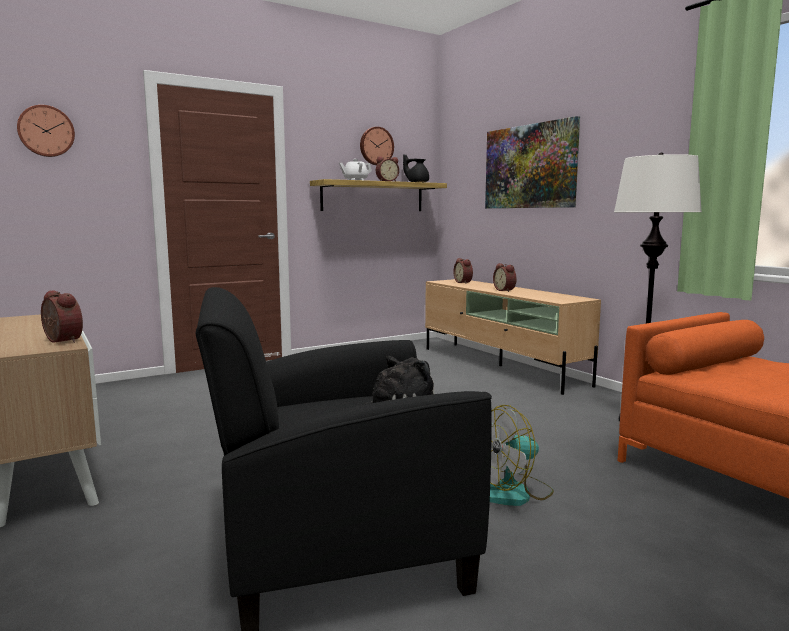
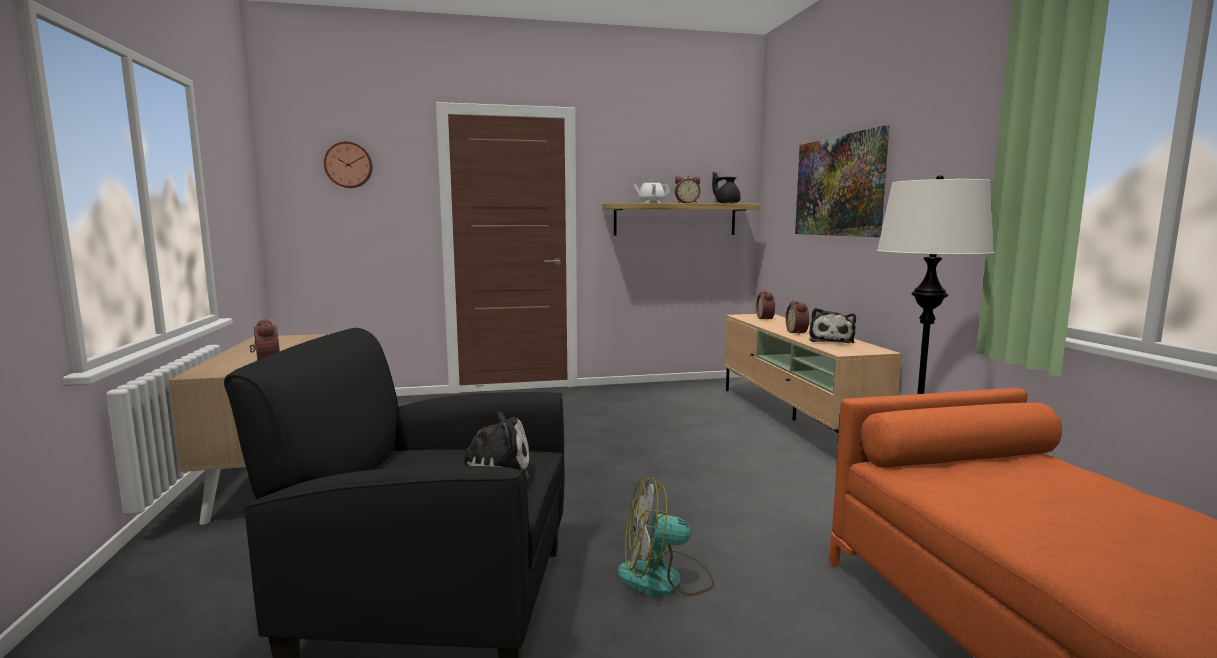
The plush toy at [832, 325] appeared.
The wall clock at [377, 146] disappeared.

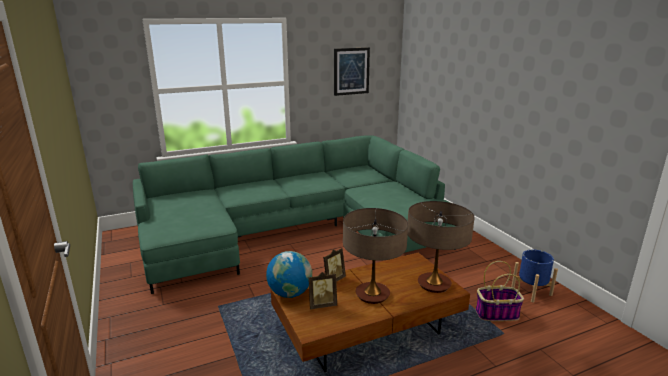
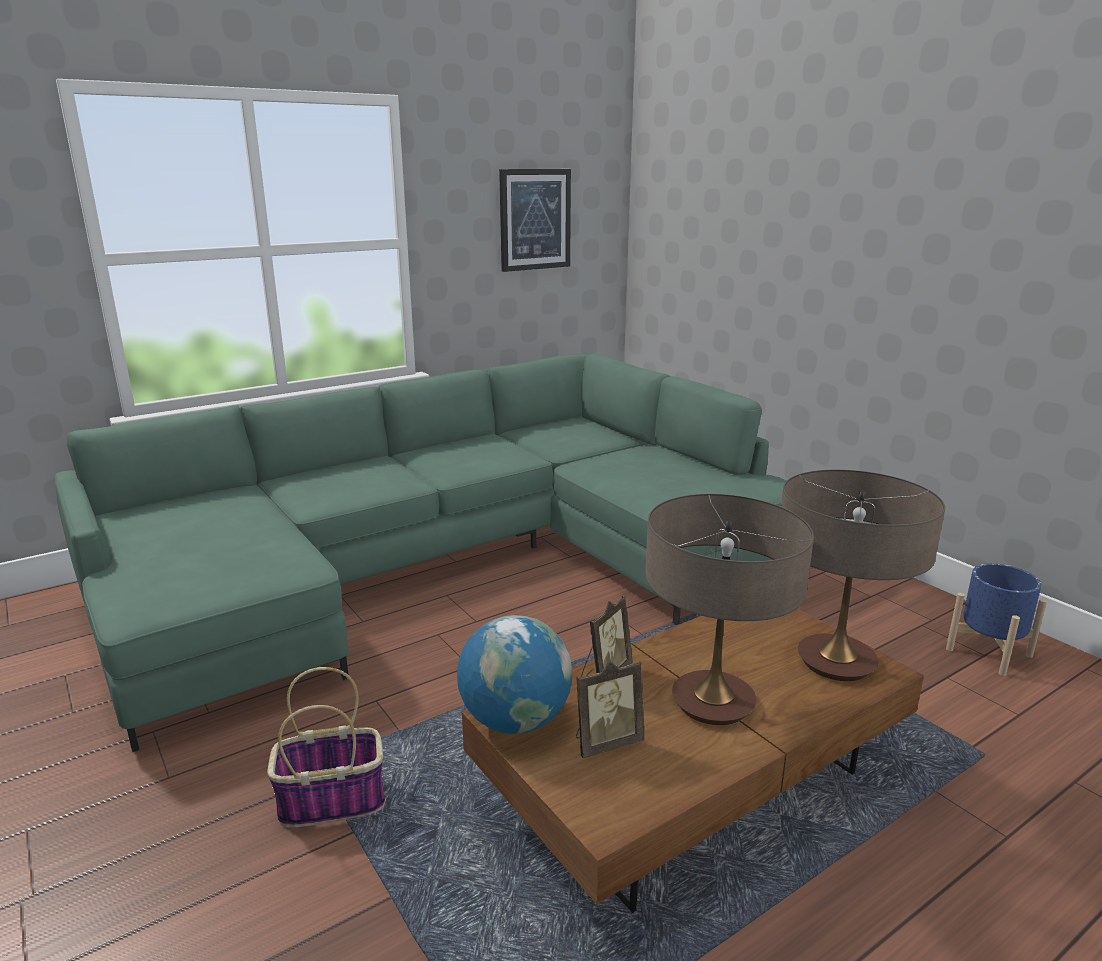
The basket moved from [500, 291] to [326, 747].

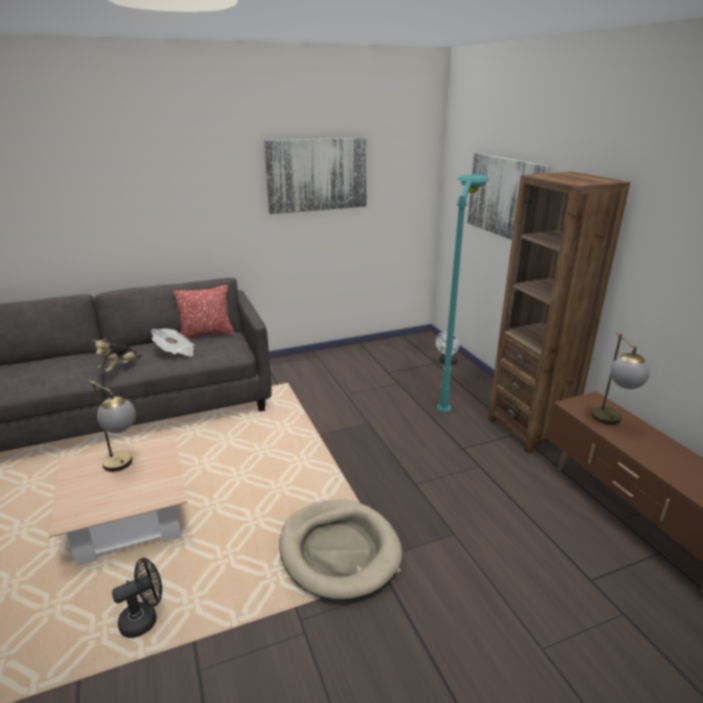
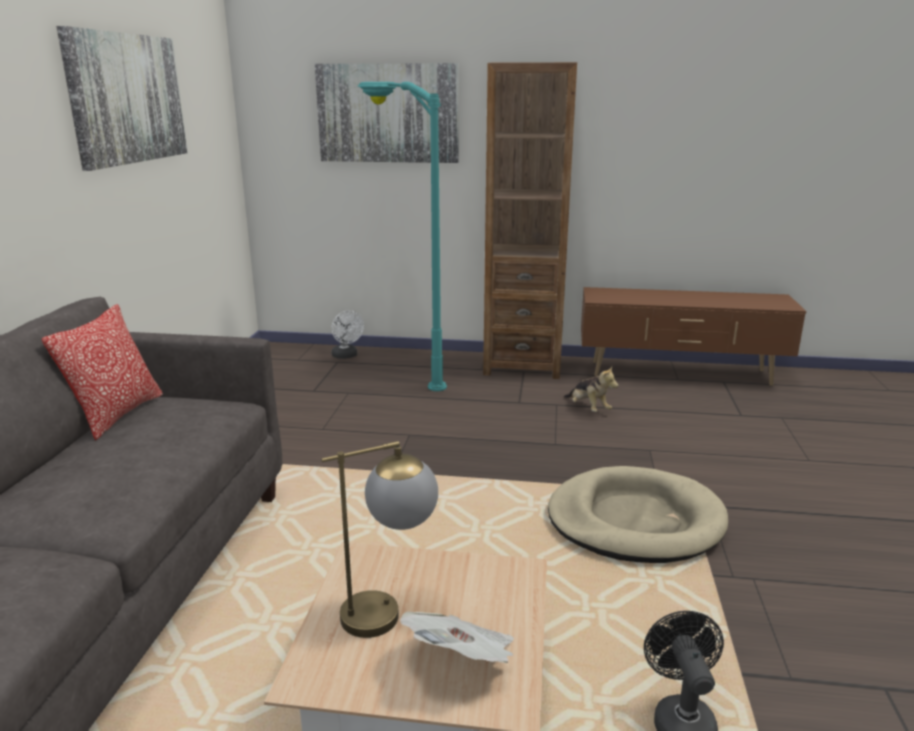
The newspaper moved from [173, 342] to [457, 637].
The plush toy moved from [117, 355] to [591, 389].
The table lamp at [621, 378] disappeared.

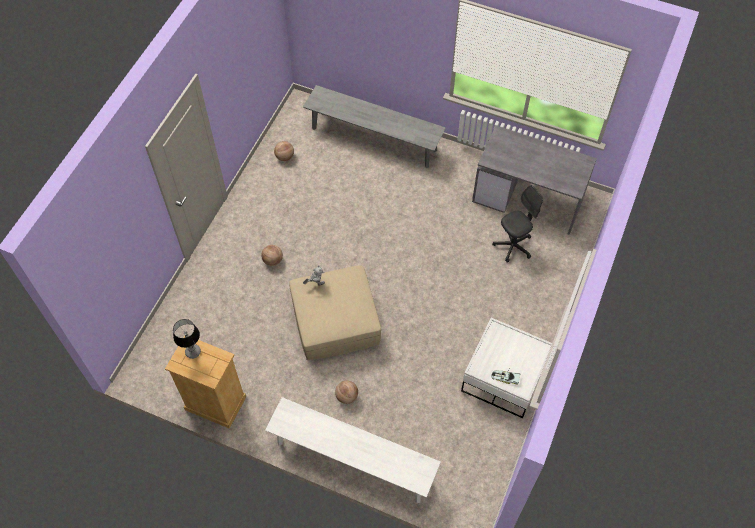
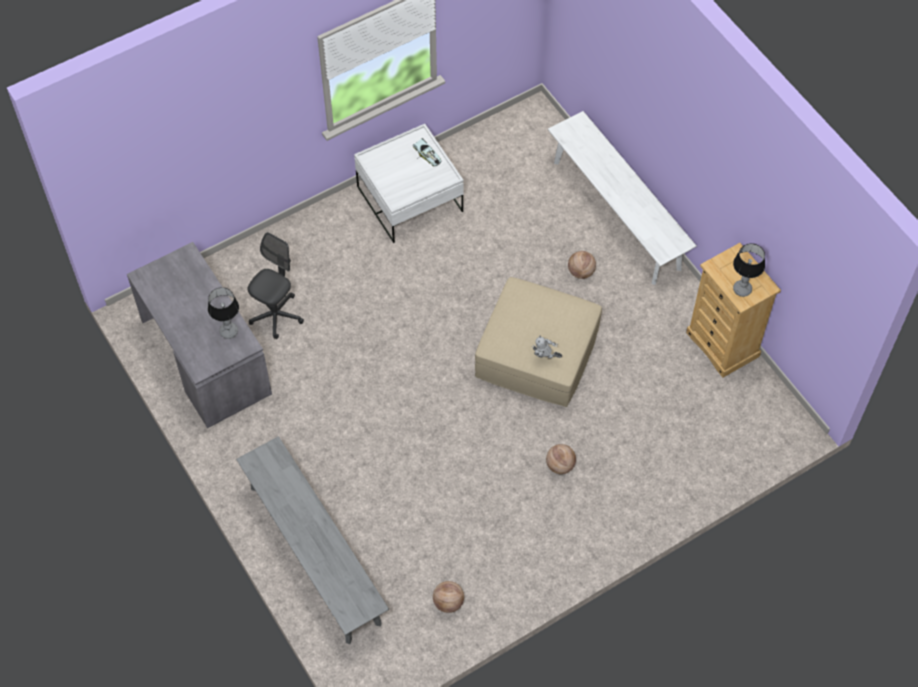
The table lamp at [223, 313] appeared.
The grey office chair at [517, 224] turned 120 degrees clockwise.

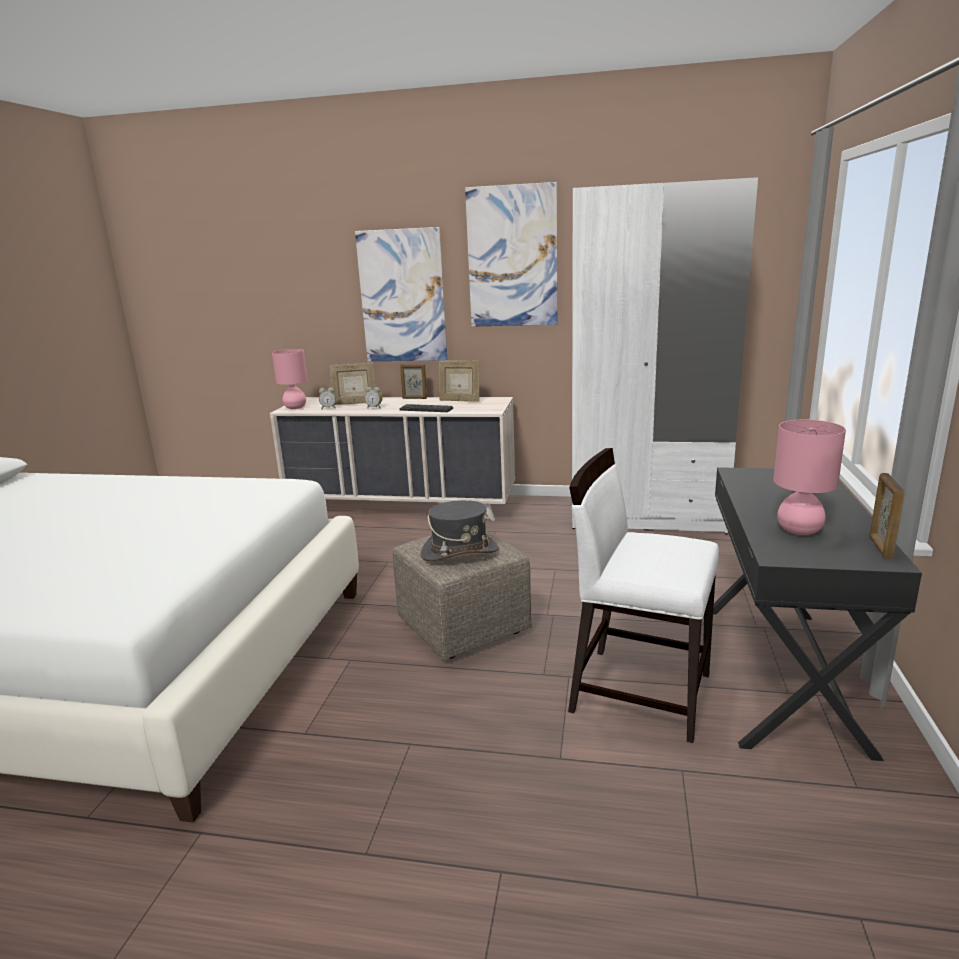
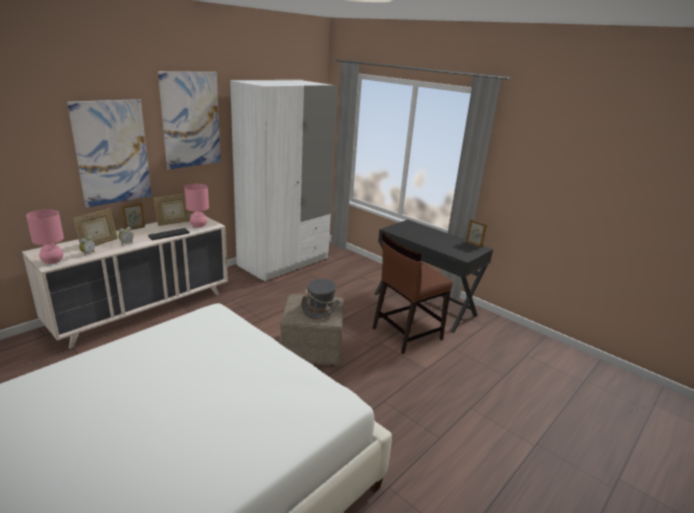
The pink table lamp moved from [809, 477] to [196, 205].
The white chair at [643, 595] became the brown chair at [412, 293].

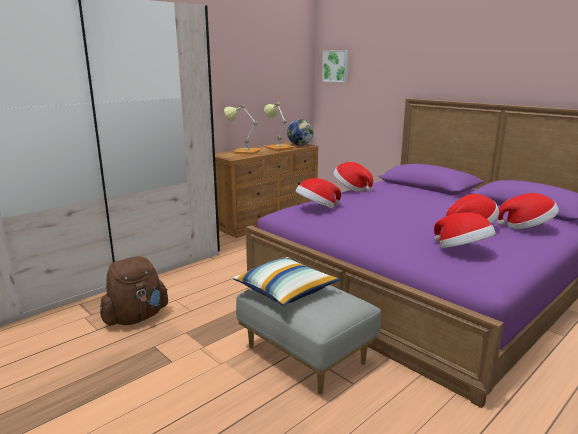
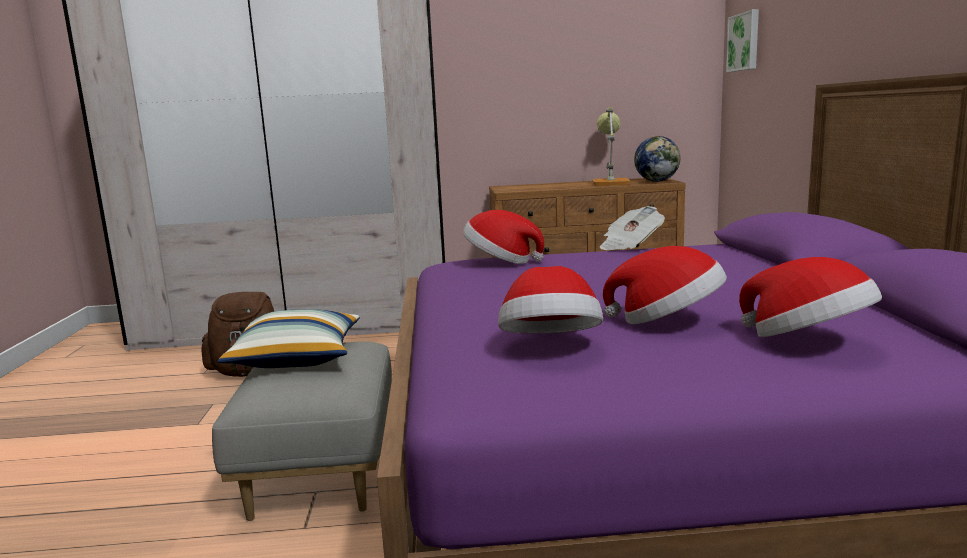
The hat at [353, 177] was replaced by the newspaper at [632, 228].
The table lamp at [242, 129] disappeared.

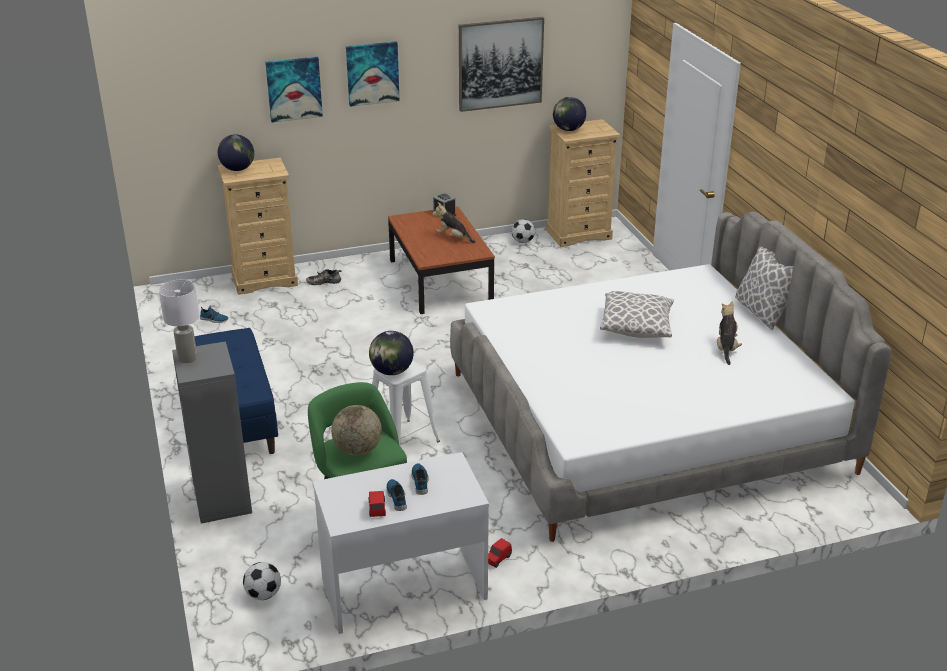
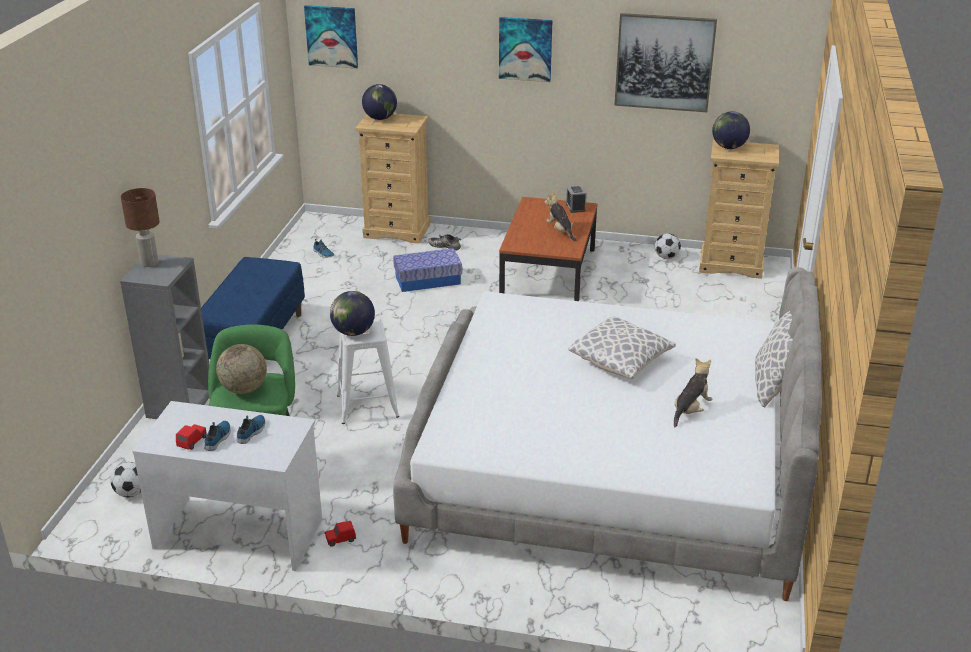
The white table lamp at [179, 321] became the brown table lamp at [140, 227].
The picture moved from [294, 90] to [331, 37].
The storage box at [427, 270] appeared.

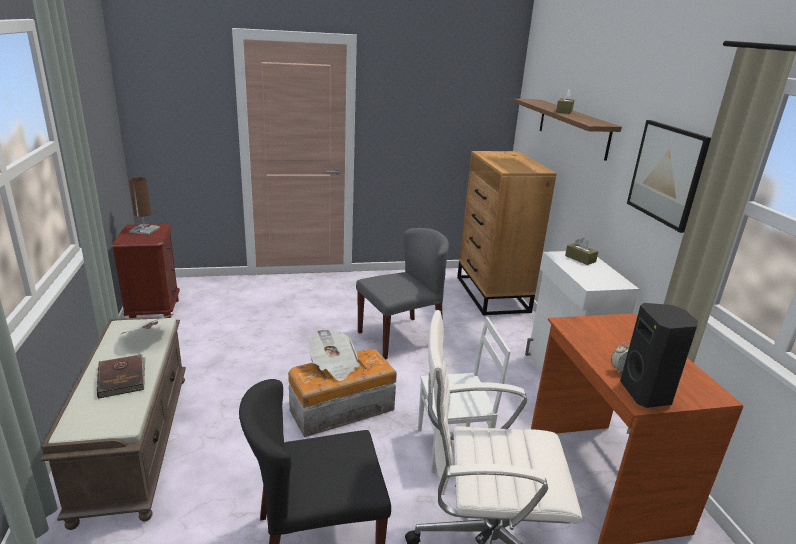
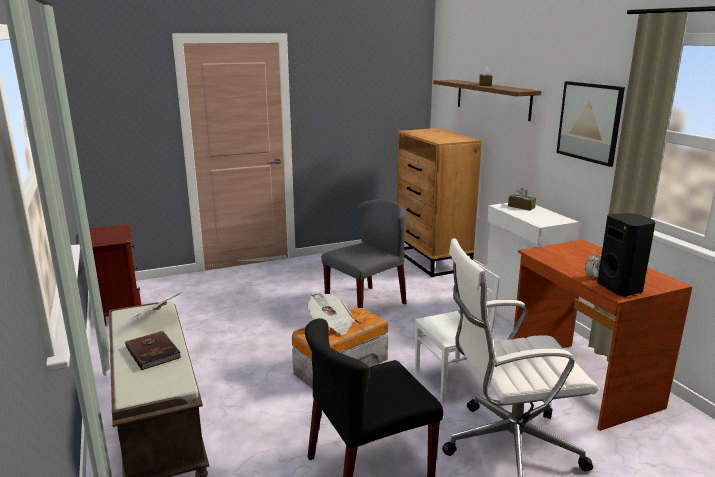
The brown table lamp at [144, 206] disappeared.

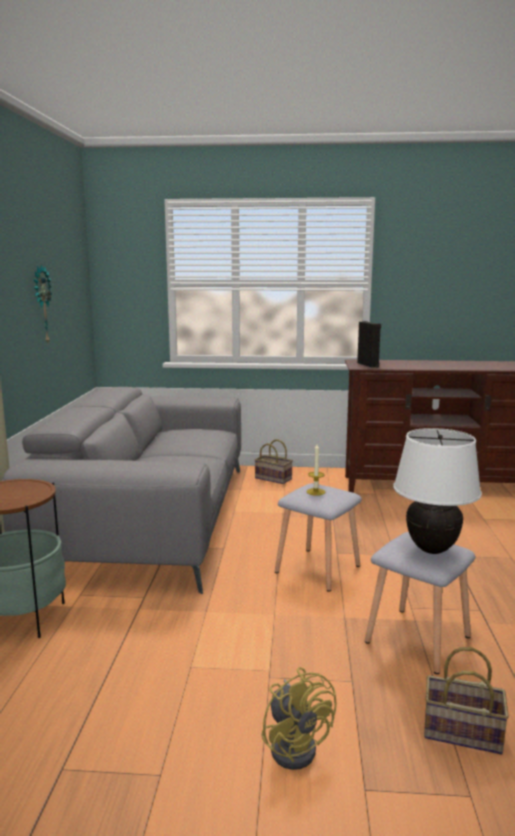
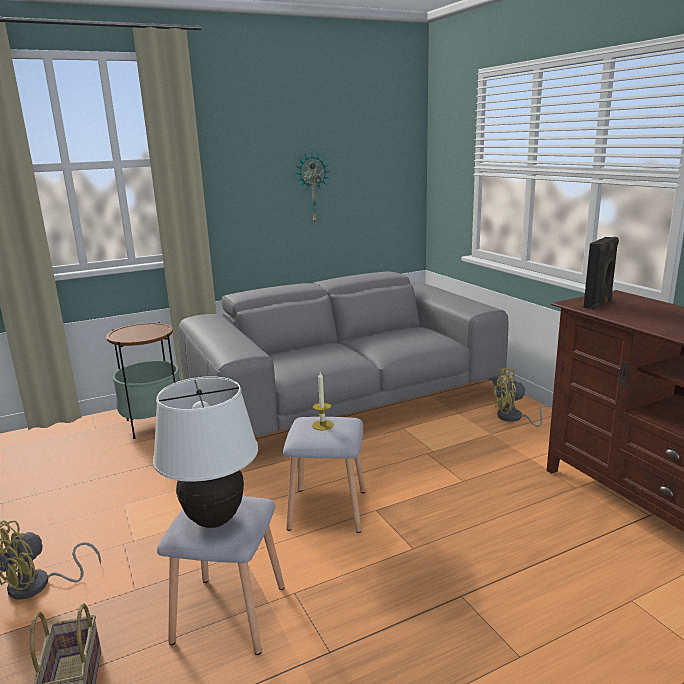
The basket at [273, 461] was replaced by the yellow fan at [522, 397].

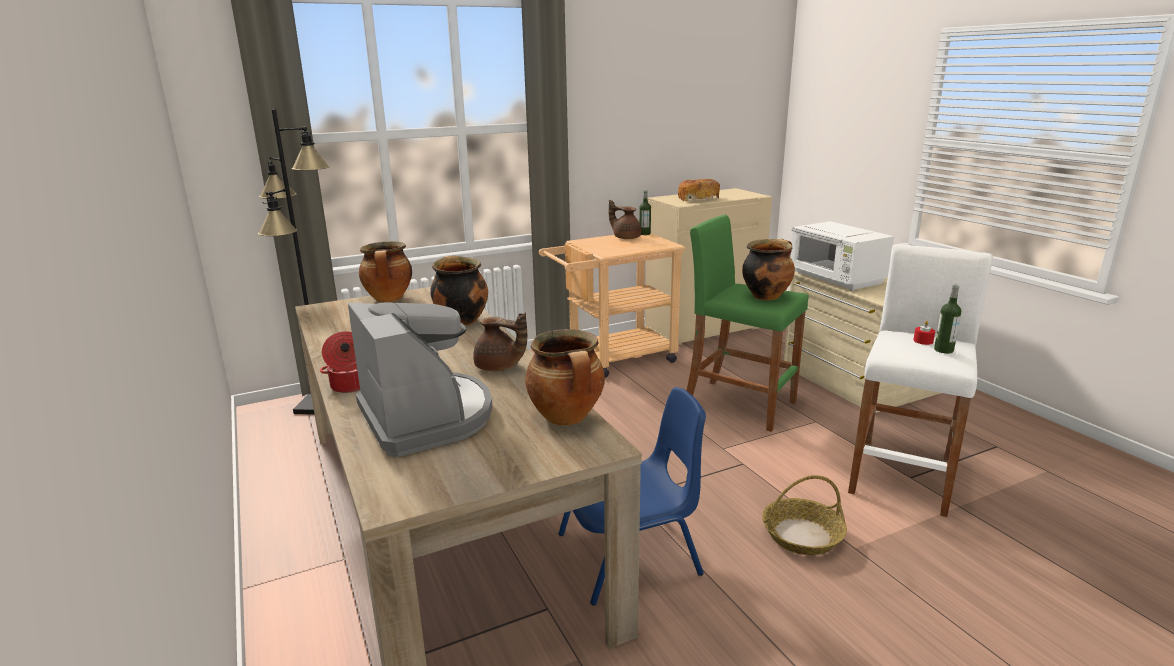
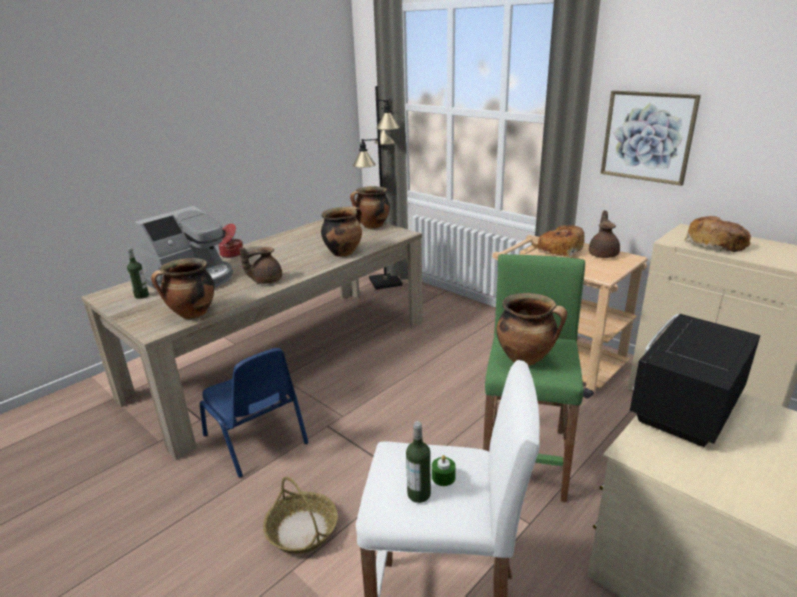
The bottle moved from [645, 212] to [138, 273].
The brown teapot at [500, 342] turned 60 degrees clockwise.
The red candle at [924, 333] became the green candle at [444, 470].
The bread at [558, 241] appeared.
The picture at [651, 138] appeared.
The white microwave at [842, 256] became the black microwave at [695, 380].

